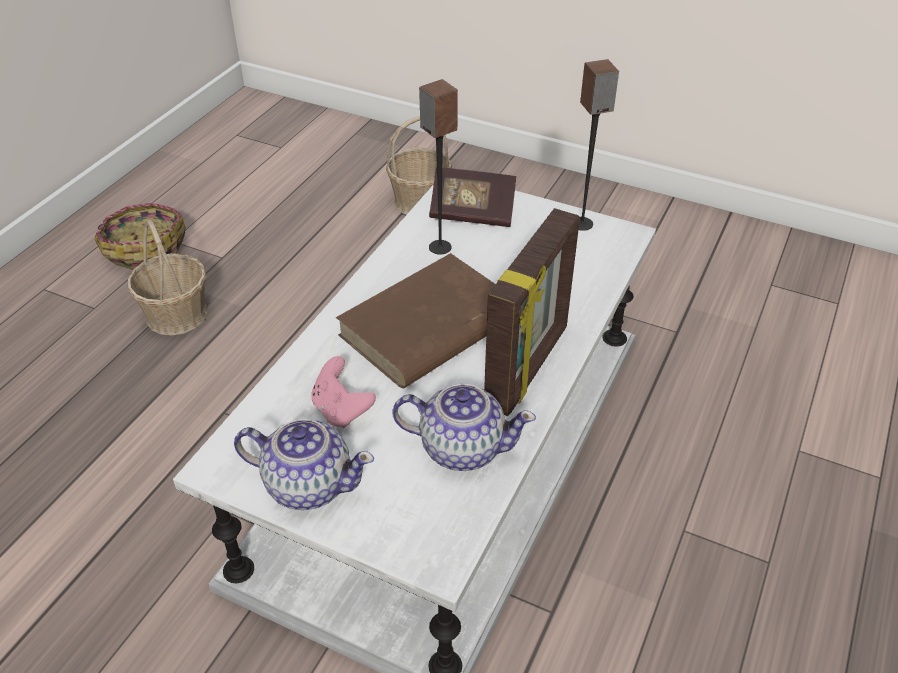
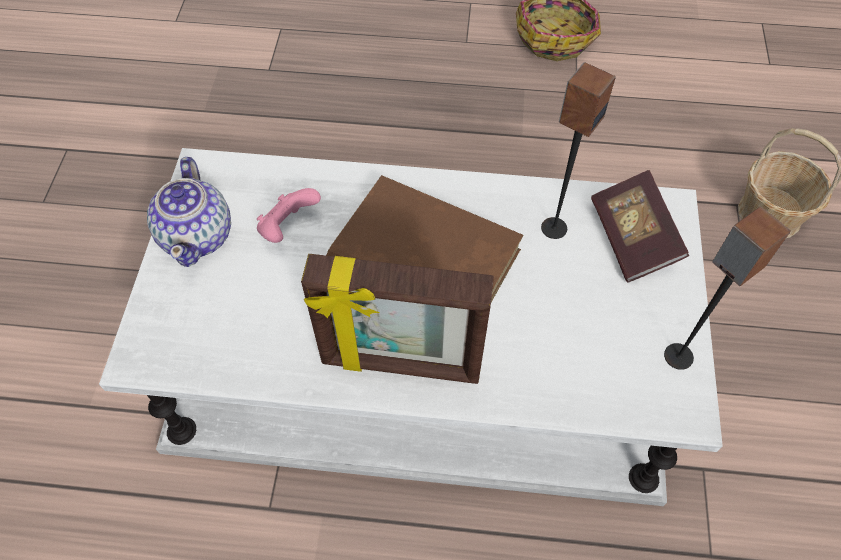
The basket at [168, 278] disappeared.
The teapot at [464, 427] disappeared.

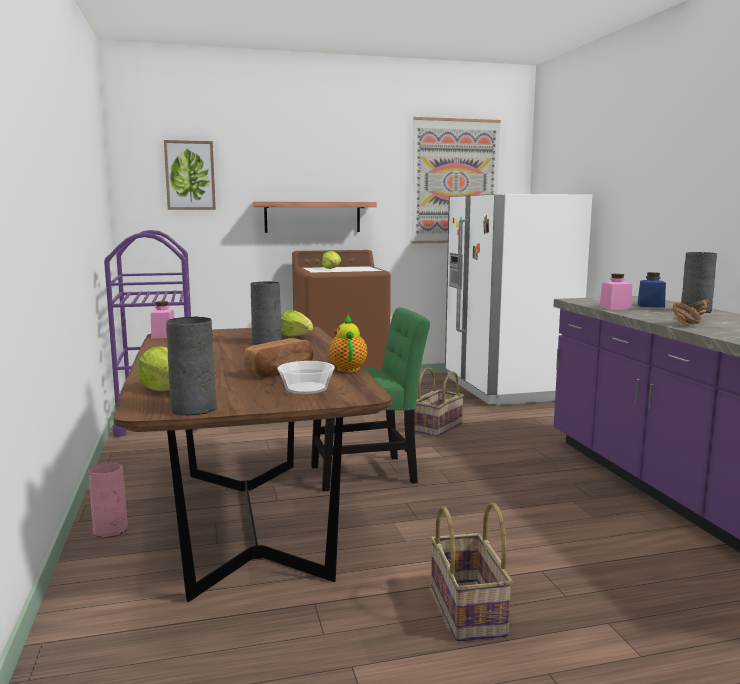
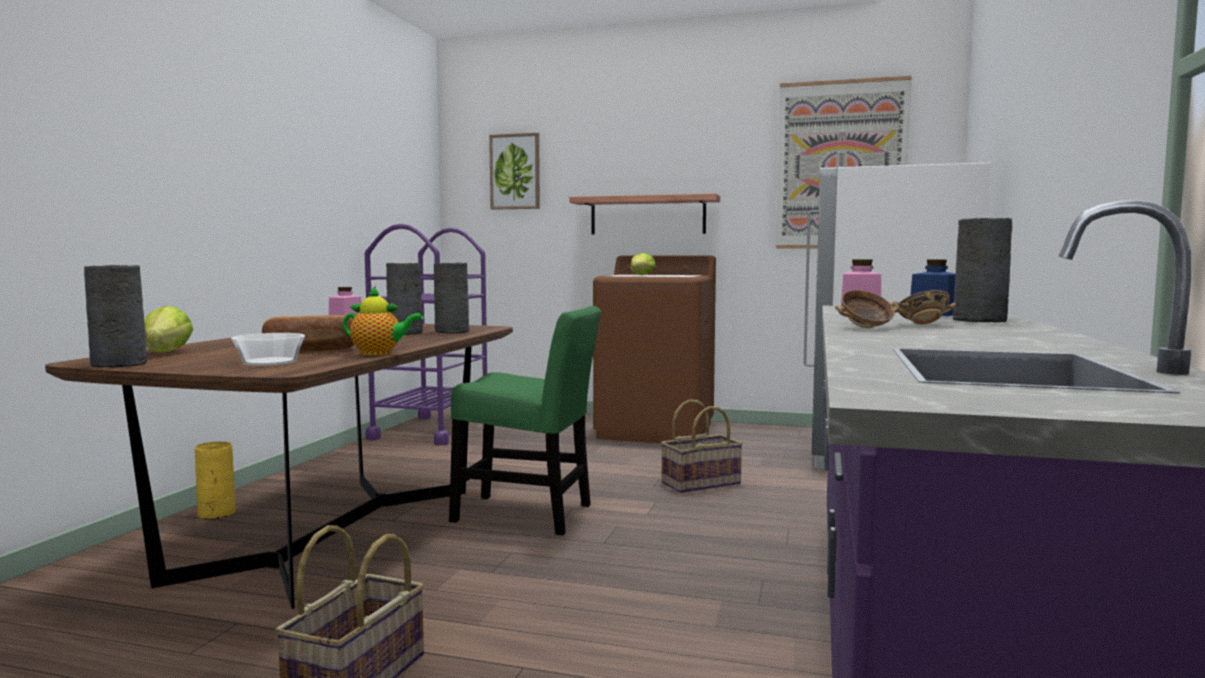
The pink vase at [108, 500] became the yellow vase at [215, 481].
The teapot at [348, 343] turned 75 degrees clockwise.
The lettuce at [297, 323] was replaced by the grey vase at [451, 298].

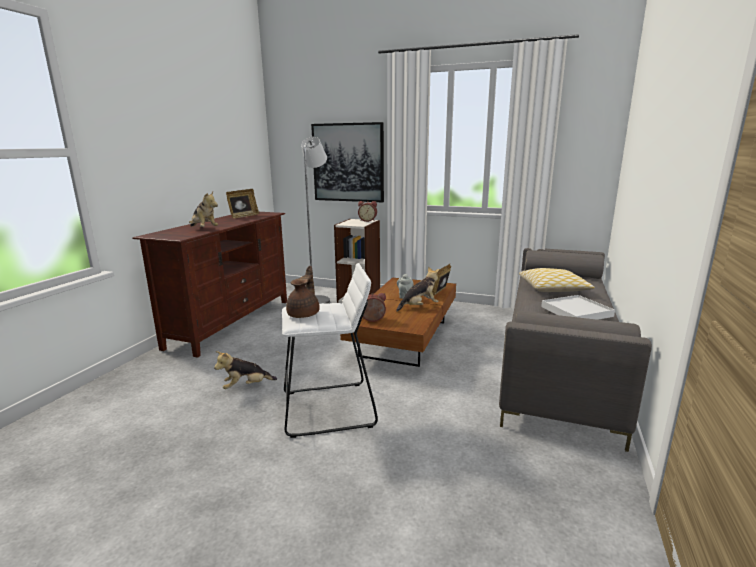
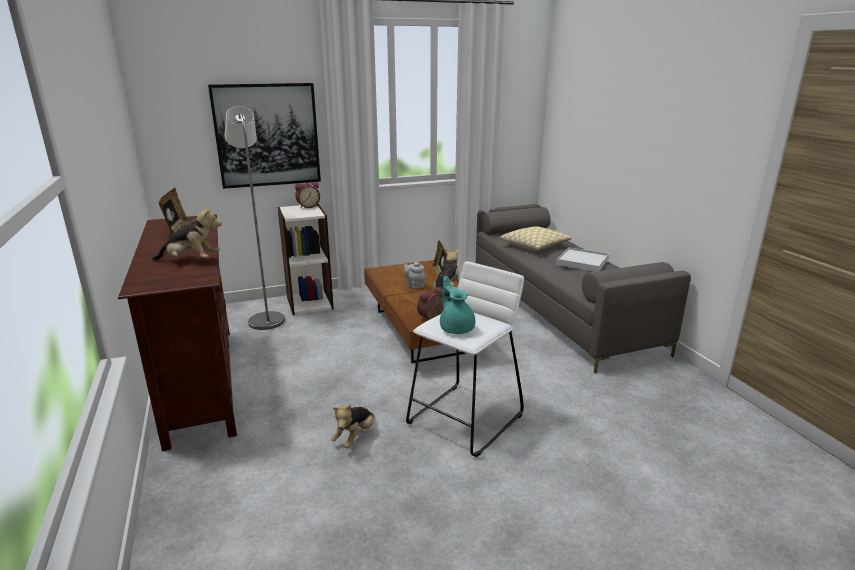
The brown teapot at [303, 292] became the turquoise teapot at [457, 305].

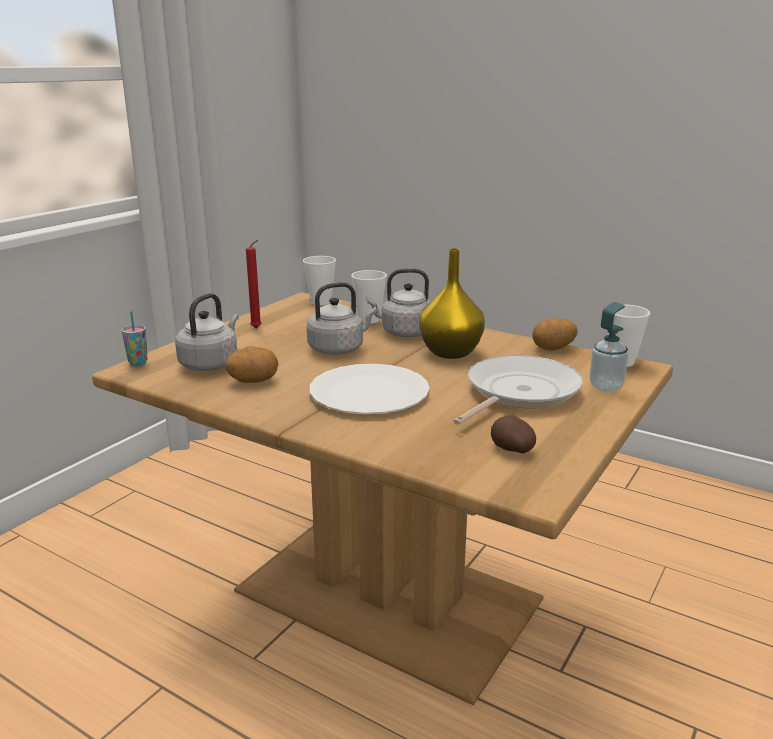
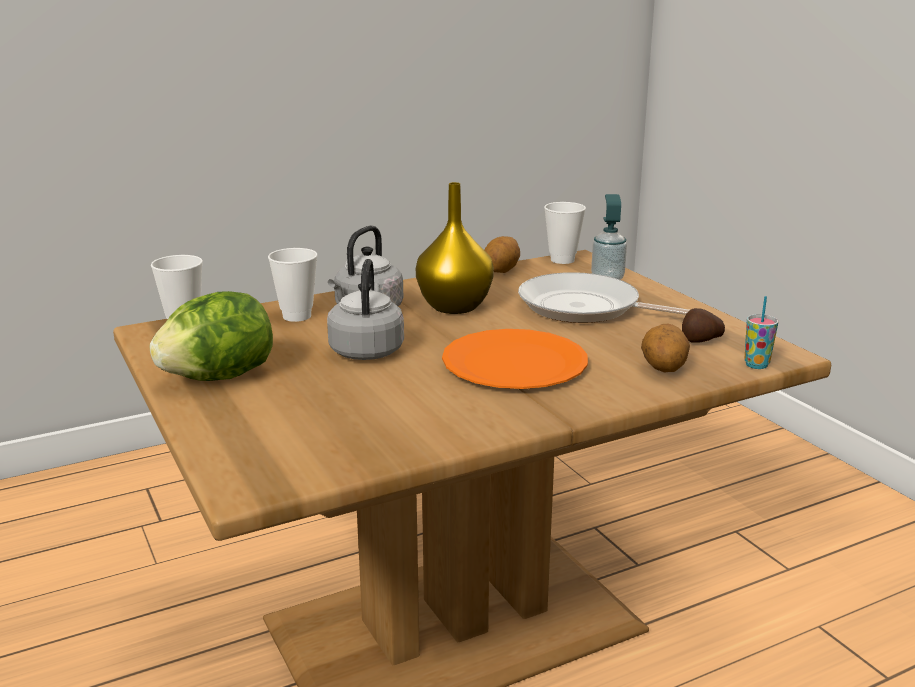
The red candle at [254, 283] was replaced by the lettuce at [211, 336].
The white plate at [370, 389] became the orange plate at [515, 359].
The frying pan at [518, 390] turned 45 degrees counterclockwise.
The potato moved from [252, 364] to [665, 348].
The cup moved from [135, 338] to [761, 332].
The grey kettle at [207, 332] disappeared.

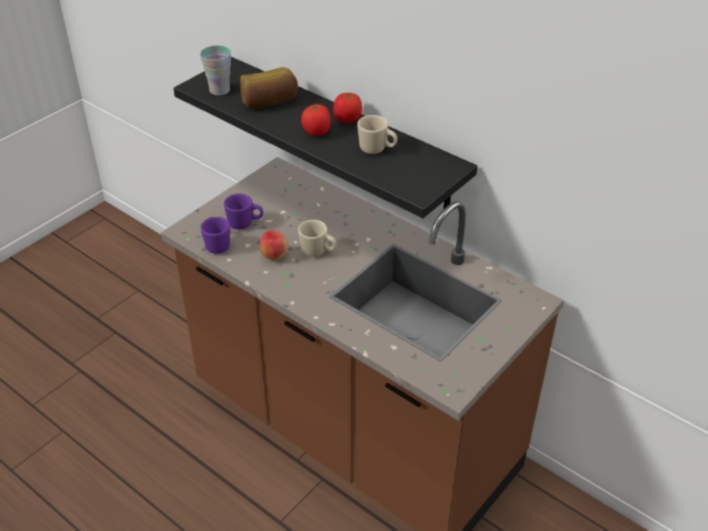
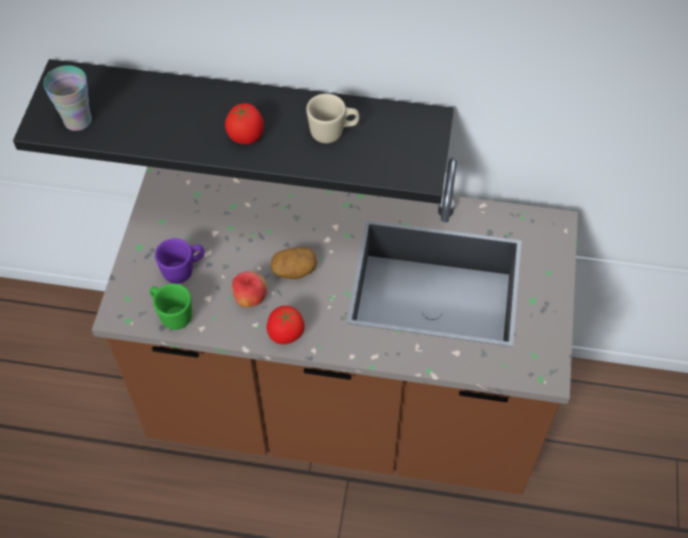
The purple mug at [215, 235] became the green mug at [170, 307].
The tomato moved from [347, 107] to [285, 325].
The beige mug at [317, 238] was replaced by the potato at [294, 263].
The bread at [269, 87] disappeared.

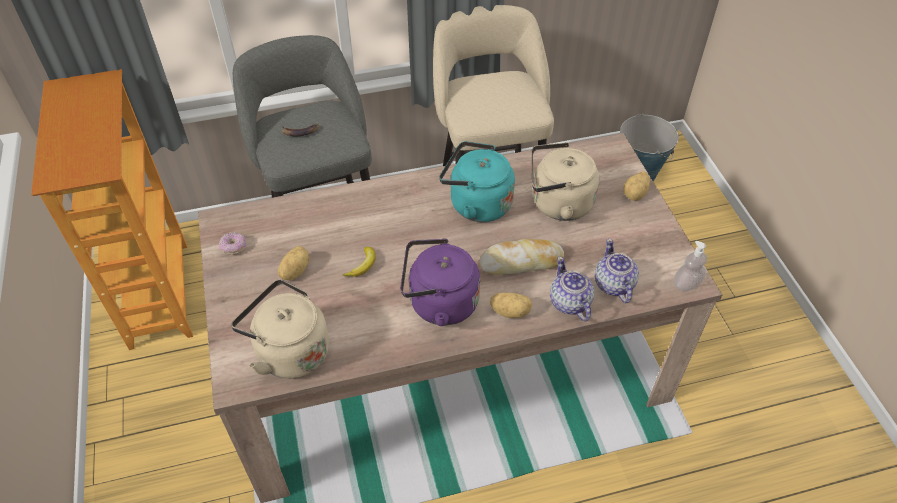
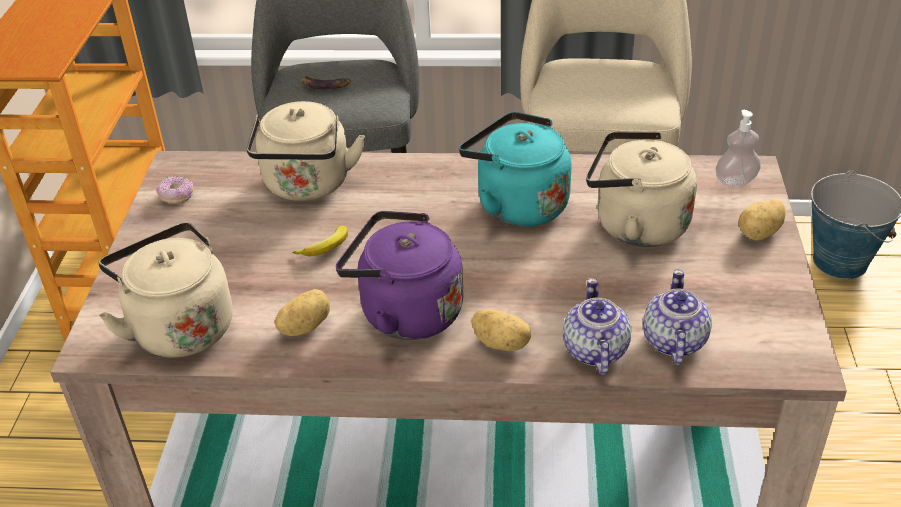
The beige kettle at [306, 151] appeared.
The potato moved from [294, 263] to [302, 312].
The soap dispenser moved from [690, 266] to [738, 148].
The bread at [521, 257] disappeared.

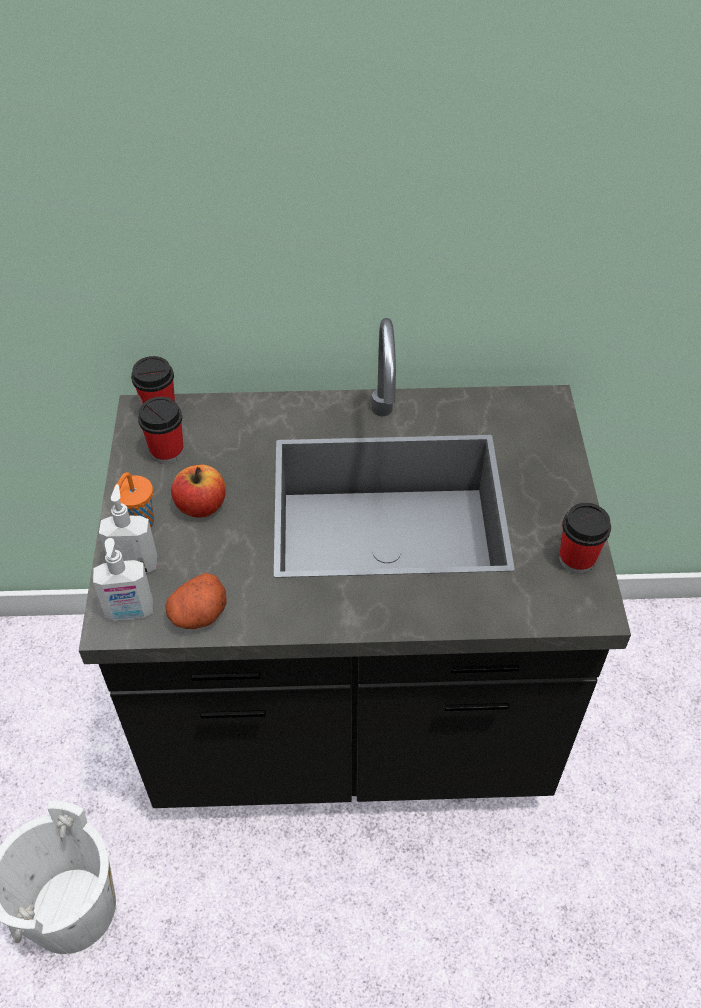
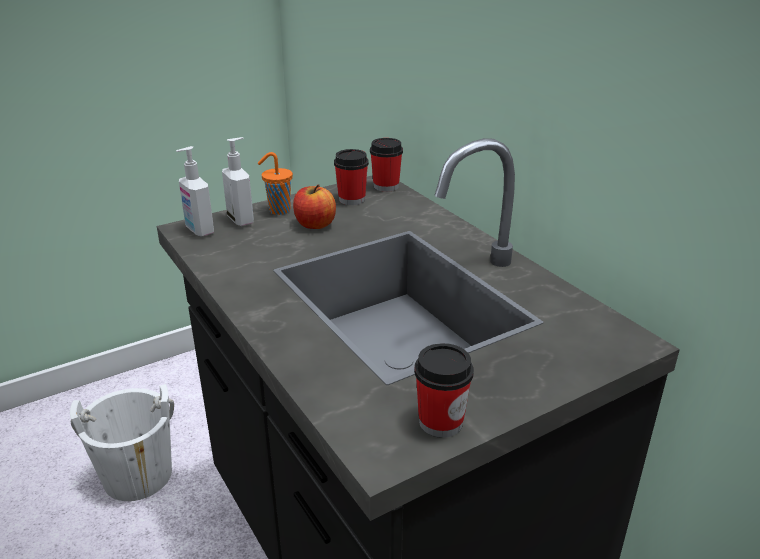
The potato at [196, 601] disappeared.

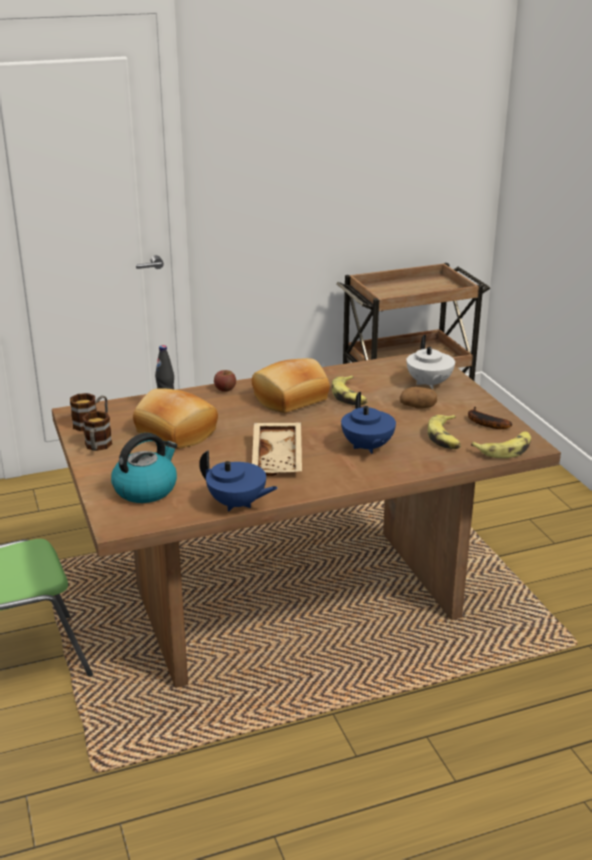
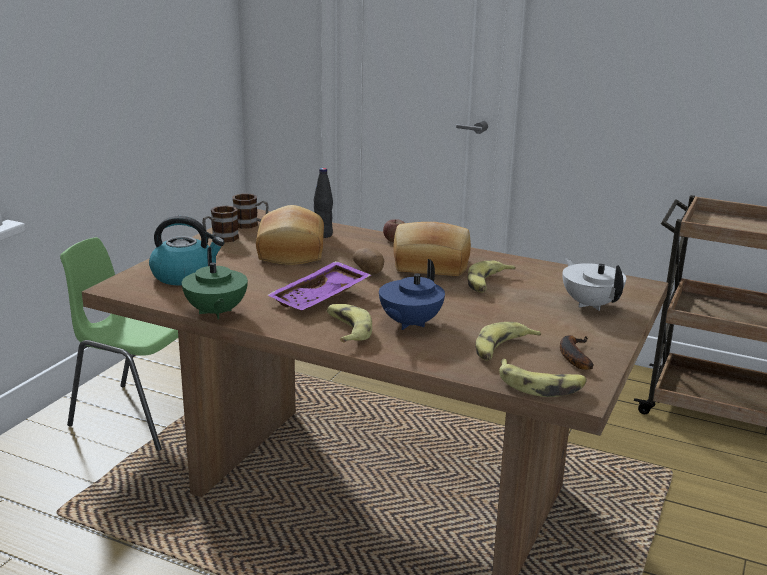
The blue teapot at [238, 480] became the green teapot at [215, 283].
The beige tray at [277, 449] became the purple tray at [319, 285].
The banana at [349, 323] appeared.
The potato moved from [418, 398] to [368, 261].
The white teapot at [430, 362] turned 120 degrees clockwise.

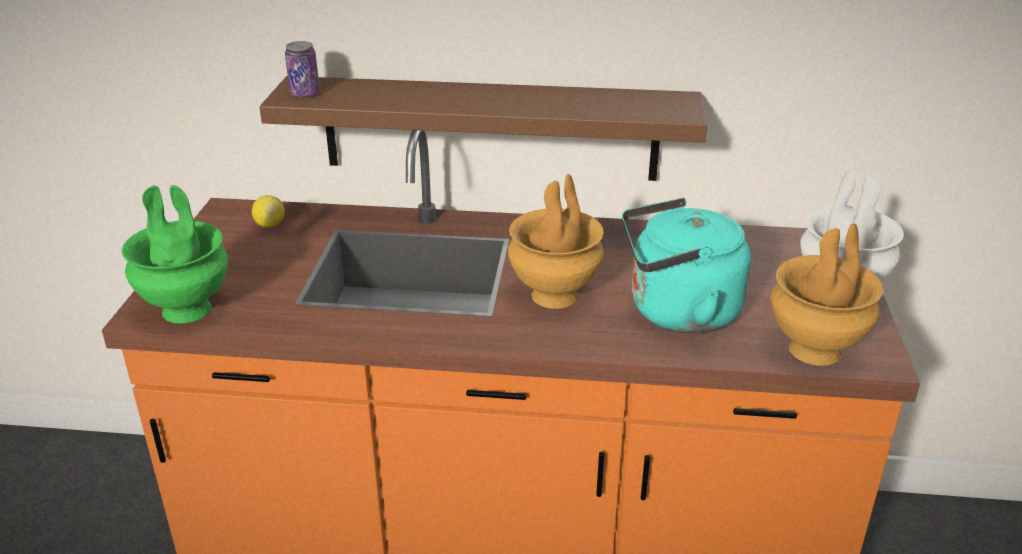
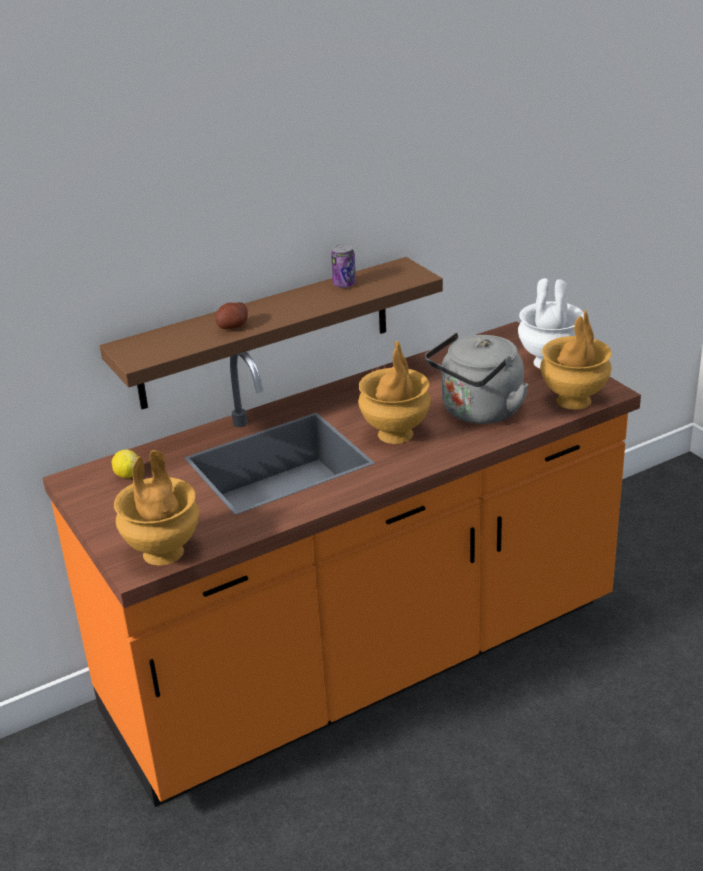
The green vase at [175, 254] became the brown vase at [156, 508].
The potato at [232, 315] appeared.
The can moved from [302, 69] to [343, 266].
The turquoise kettle at [686, 266] became the grey kettle at [477, 378].

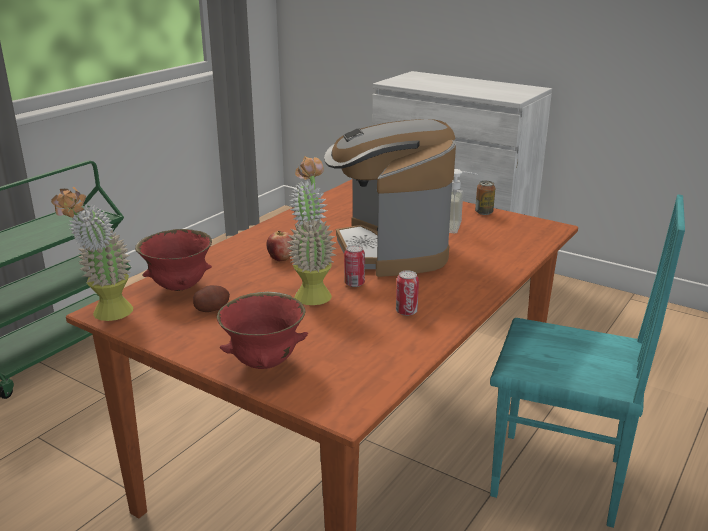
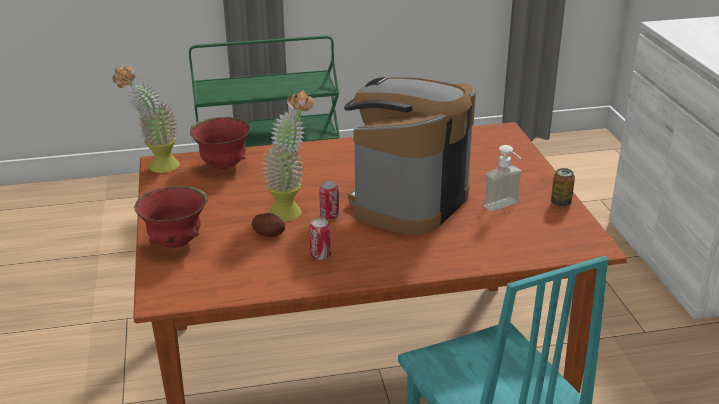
The potato moved from [211, 298] to [268, 225].
The apple at [279, 246] disappeared.

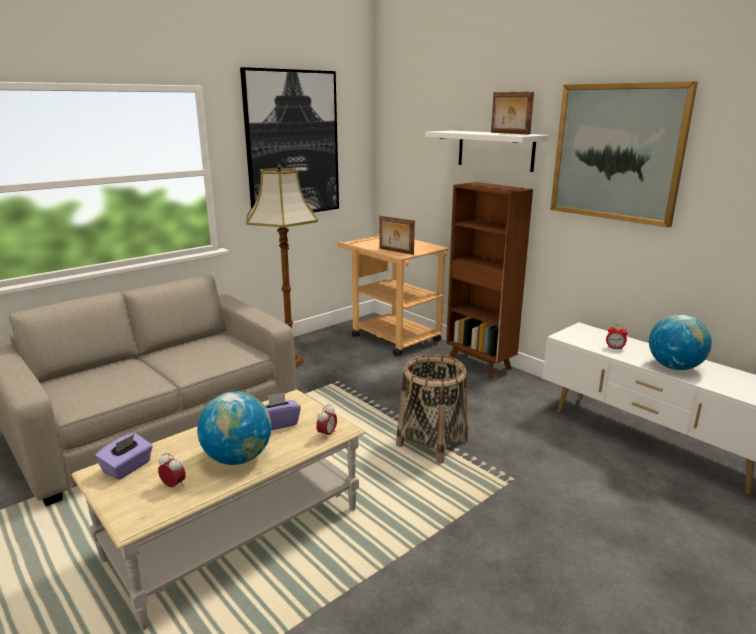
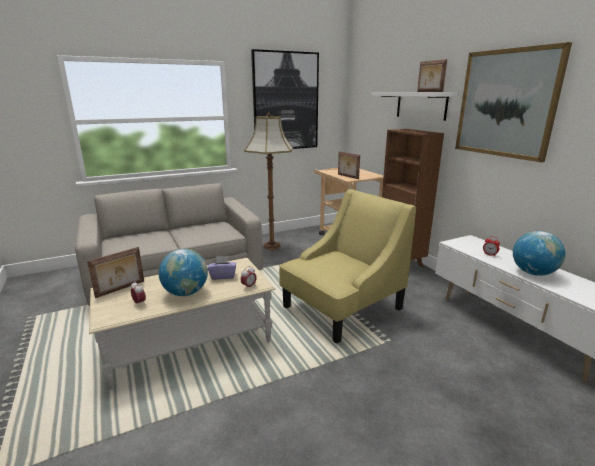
The purple tissue box at [124, 456] was replaced by the picture frame at [115, 272].
The basket at [432, 409] was replaced by the yellow armchair at [347, 266].

